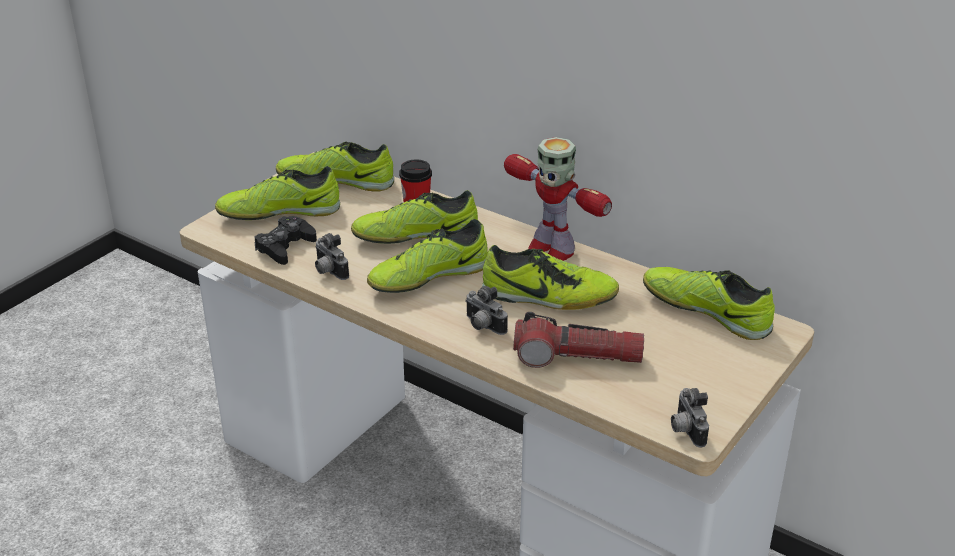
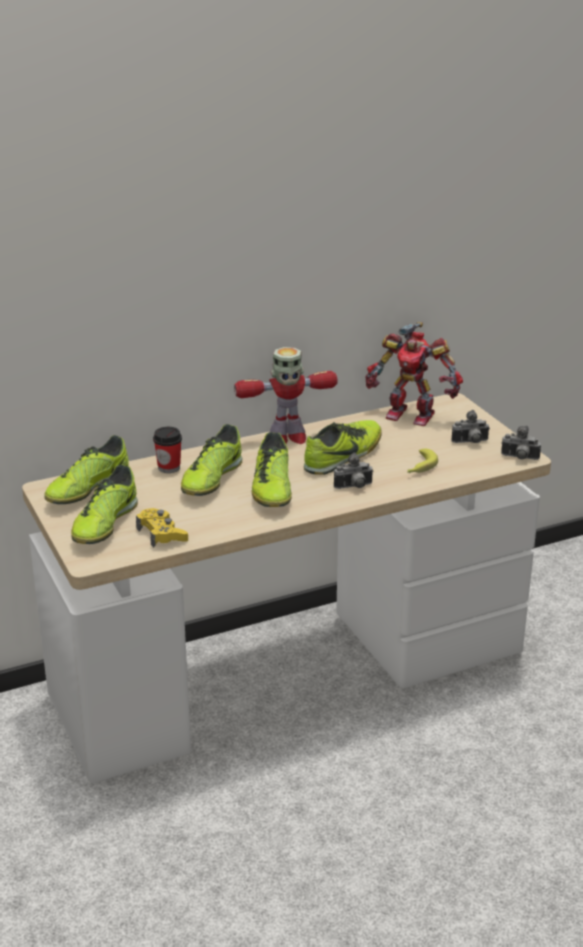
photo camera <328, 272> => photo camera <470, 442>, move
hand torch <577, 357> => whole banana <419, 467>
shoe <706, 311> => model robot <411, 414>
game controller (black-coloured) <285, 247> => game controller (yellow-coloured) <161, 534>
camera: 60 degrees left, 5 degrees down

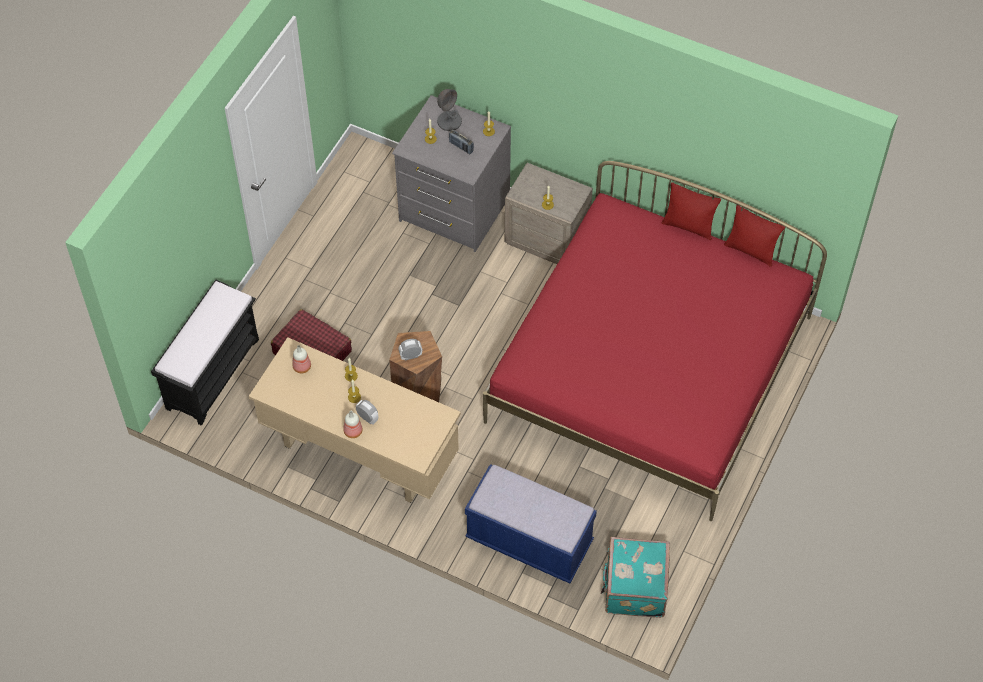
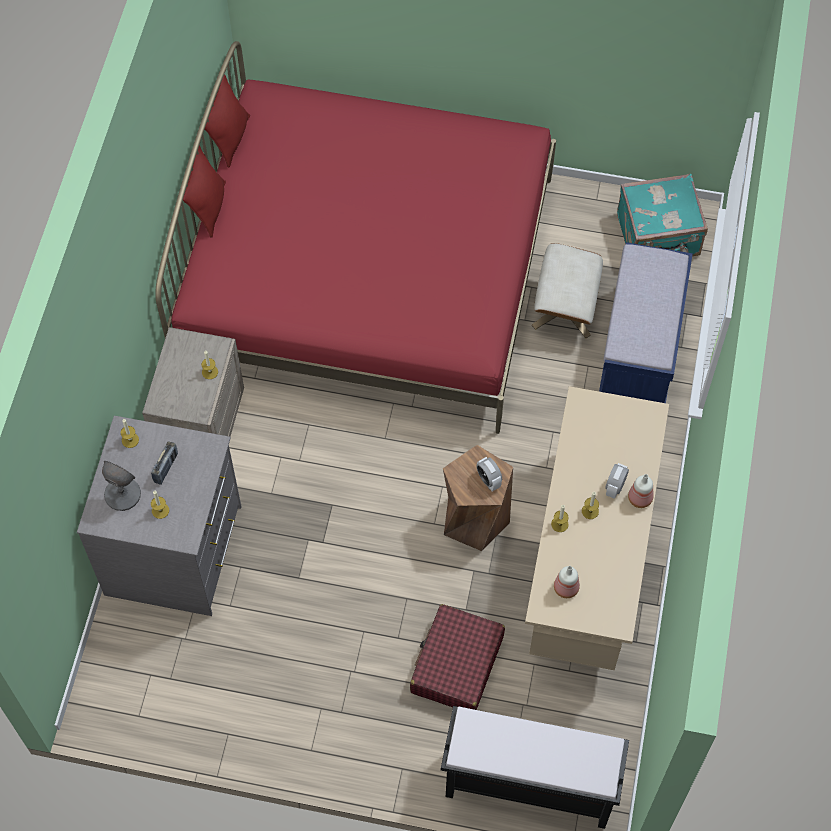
nothing => ottoman (beige) <564, 308>
camera: 105 degrees left, 5 degrees up

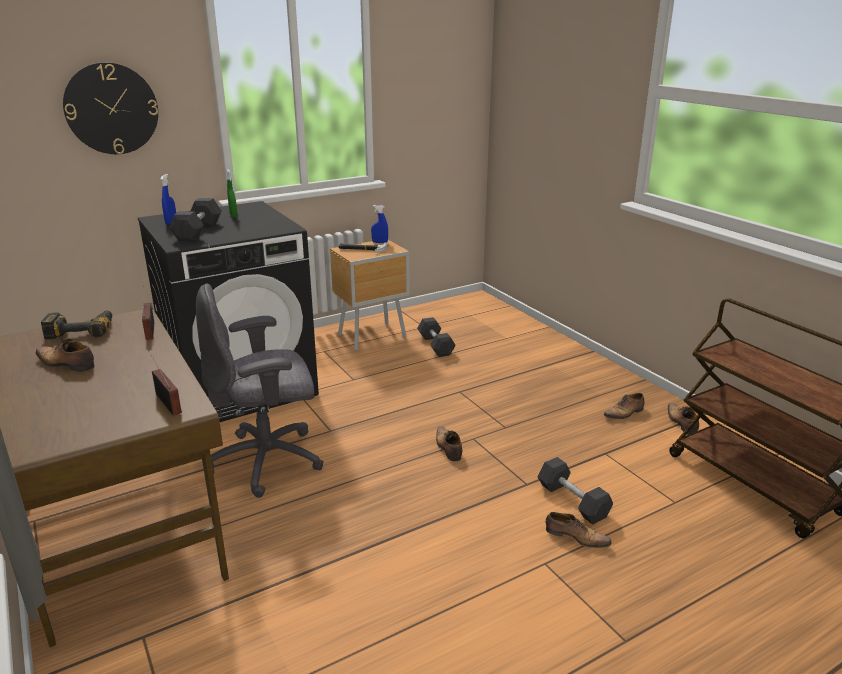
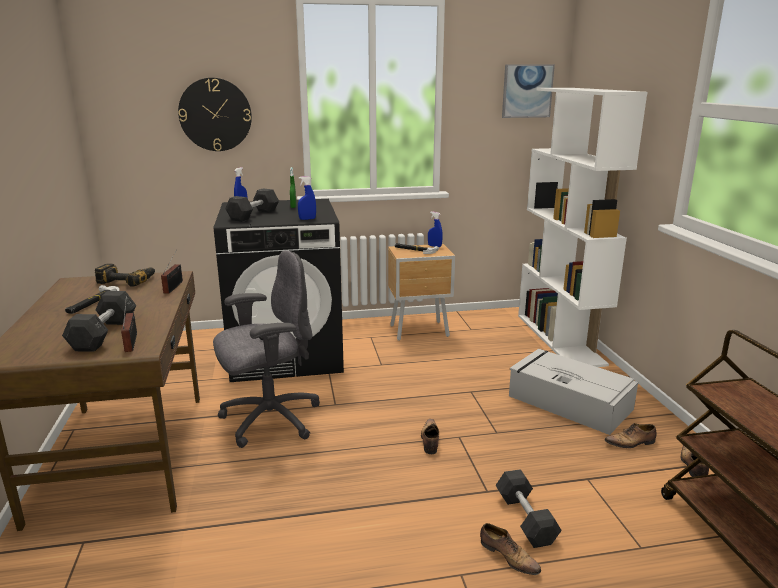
nothing => spray bottle (blue) <307, 219>
nothing => wall art <527, 91>
nothing => storage bin (greyish) <568, 402>
nothing => shelving unit (whitish) <560, 339>
dumbbell (greyish) <435, 345> => dumbbell (greyish) <104, 334>, move
shoe <66, 364> => hammer <92, 302>
office chair (greyish) <268, 461> => office chair (greyish) <269, 419>, 150 degrees clockwise
camera: 20 degrees right, 5 degrees down

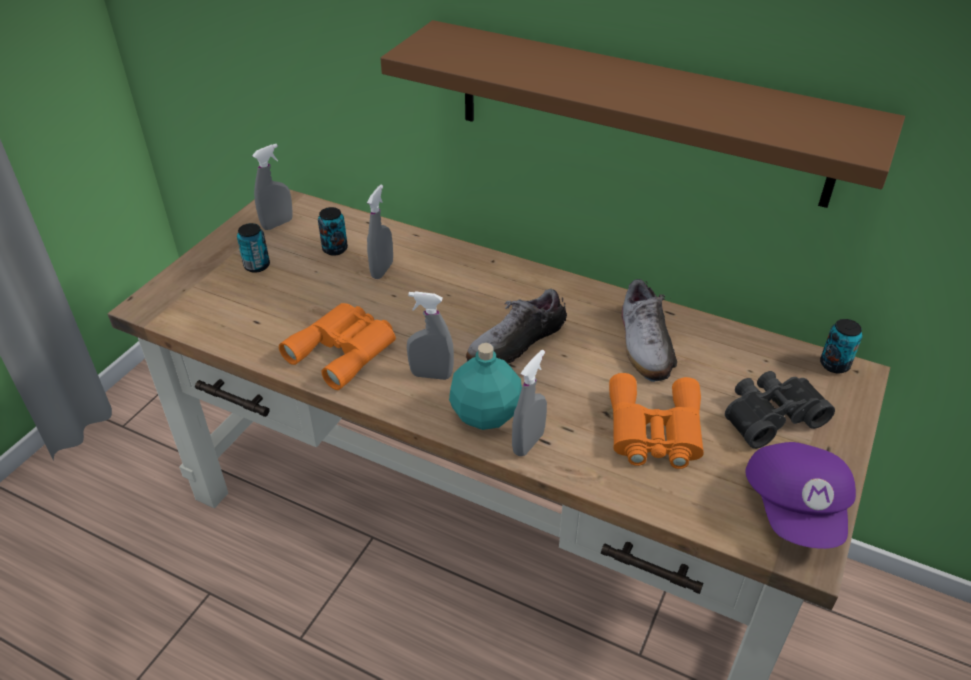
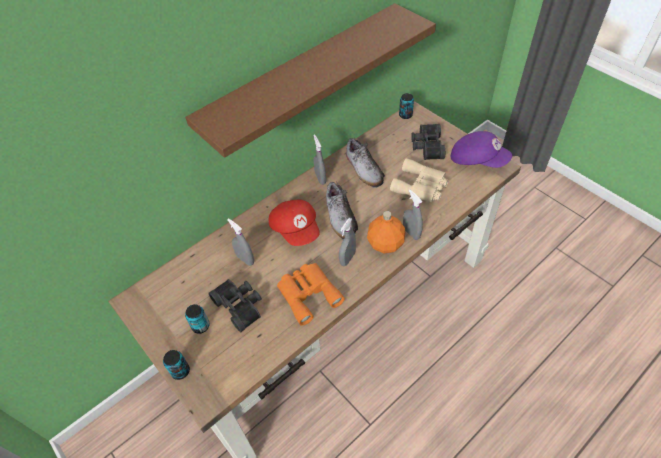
nothing => pair of binoculars (black-coloured) <240, 305>
nothing => cap (reddish) <296, 229>
spray bottle (greyish) <277, 224> => spray bottle (greyish) <320, 178>, move
metal can <335, 249> => metal can <180, 371>, move
drink bottle (turquoise) <484, 413> => drink bottle (orangey) <385, 244>
pair of binoculars (orangey) <654, 431> => pair of binoculars (beige) <421, 186>
shoe <644, 344> => shoe <364, 169>, 45 degrees clockwise
camera: 65 degrees left, 10 degrees up

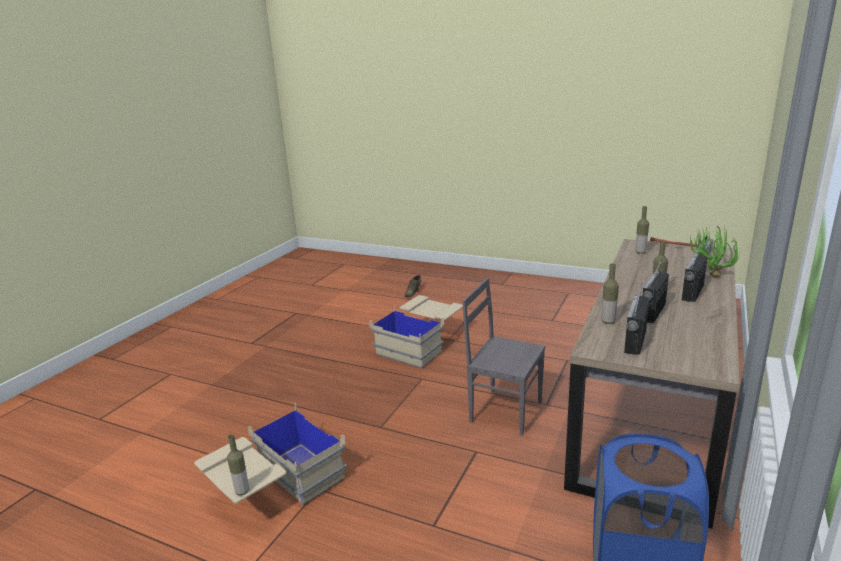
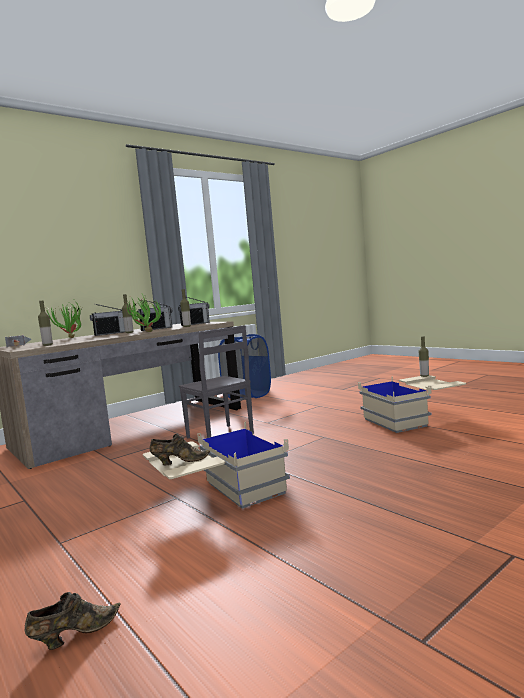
nothing => houseplant <144, 332>
nothing => shoe (brown) <179, 462>
camera: 155 degrees left, 15 degrees down

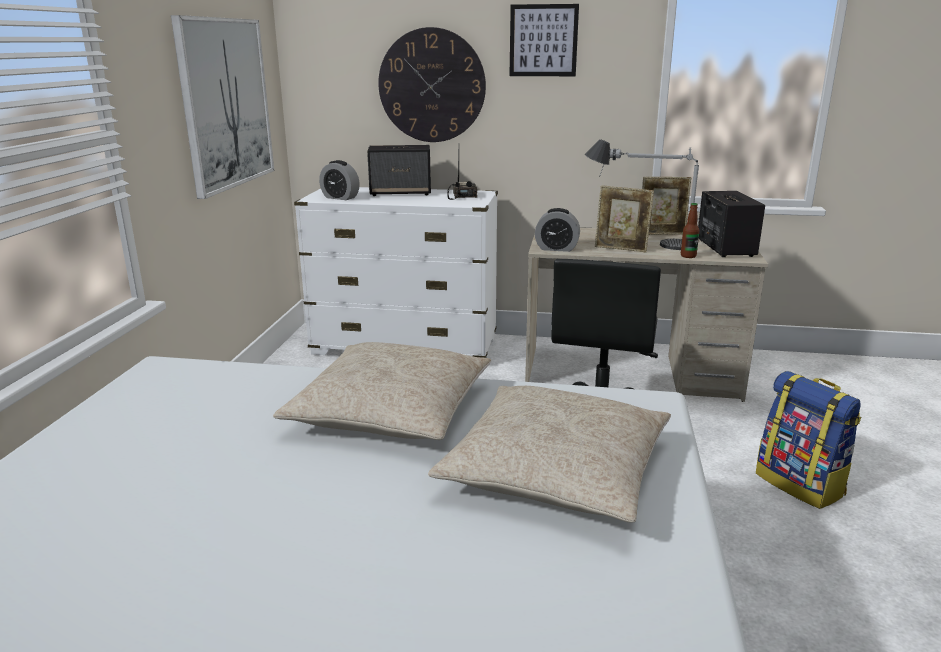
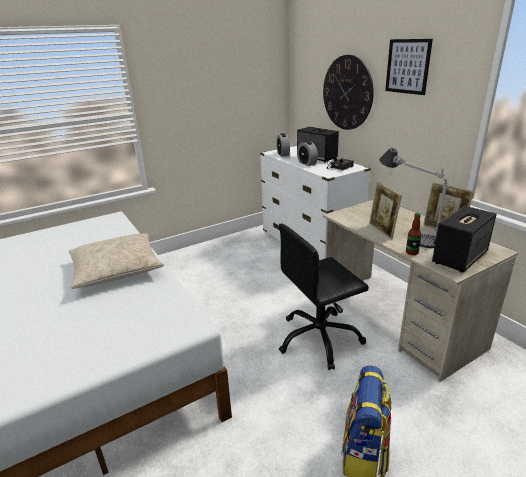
wall art <226, 104> => nothing
cushion (beige) <555, 470> => nothing
table clock <556, 248> => table clock <307, 163>, move
camera: 50 degrees right, 5 degrees up

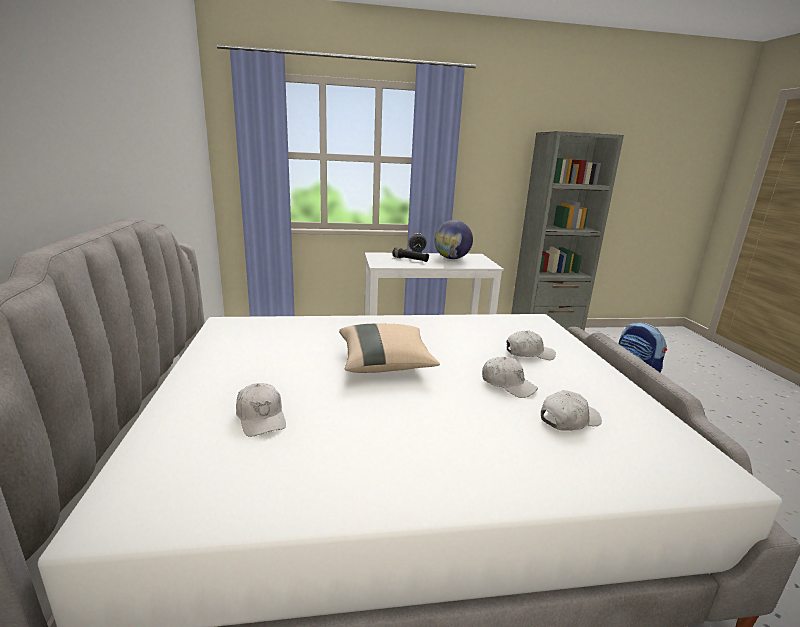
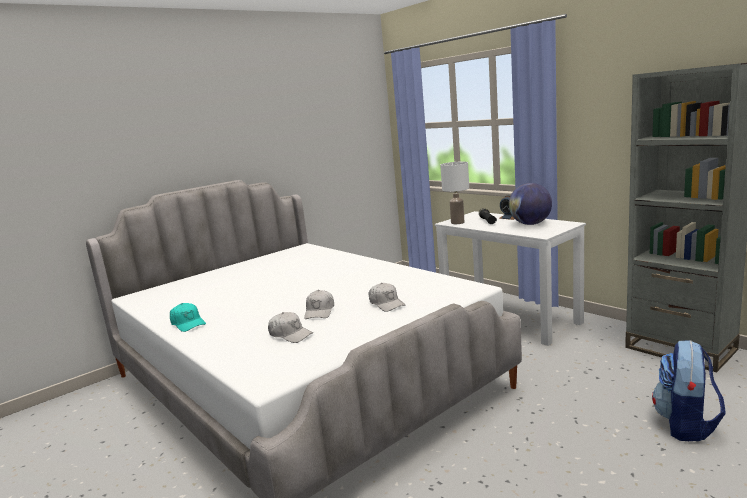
cap (whitish) <261, 417> => nothing
cushion (beige) <385, 363> => nothing
nothing => cap (turquoise) <188, 324>
nothing => table lamp (whitish) <458, 222>
camera: 60 degrees right, 5 degrees down

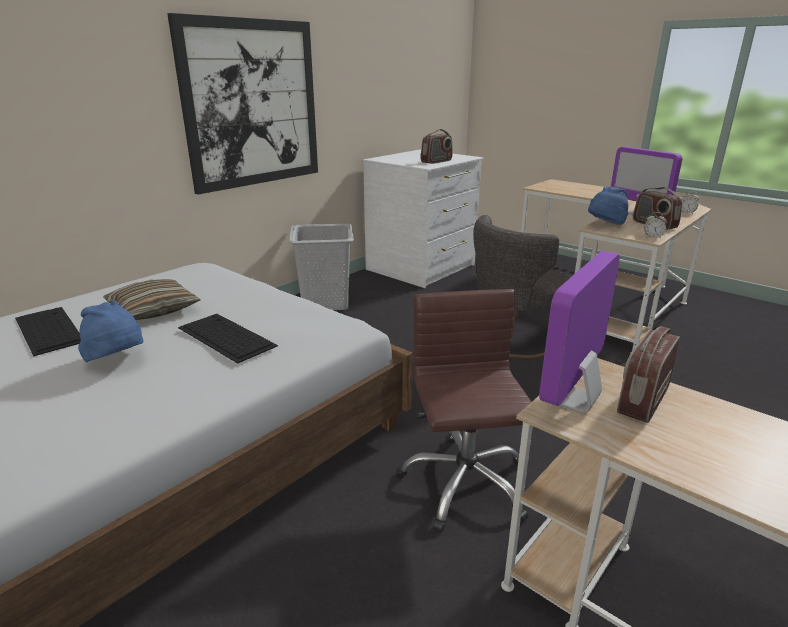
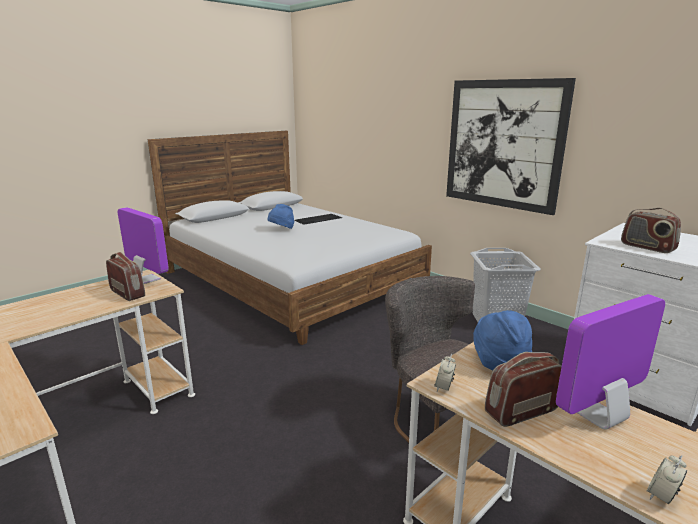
cushion <154, 310> => nothing
computer keyboard <225, 336> => nothing
office chair (brown) <464, 483> => nothing
camera: 95 degrees right, 5 degrees down

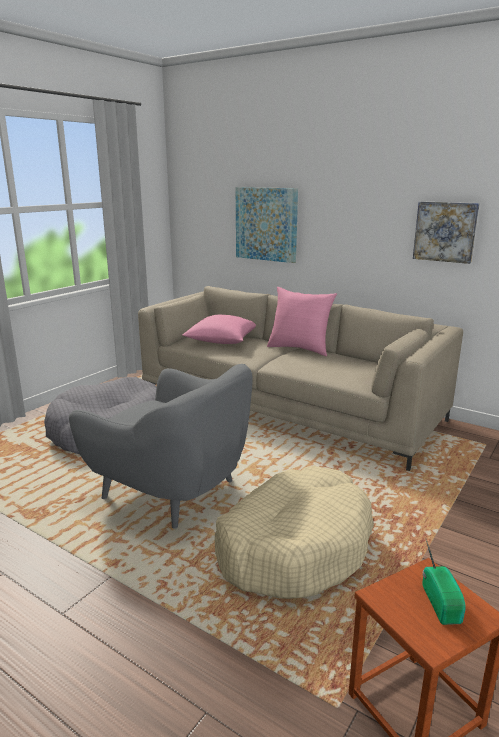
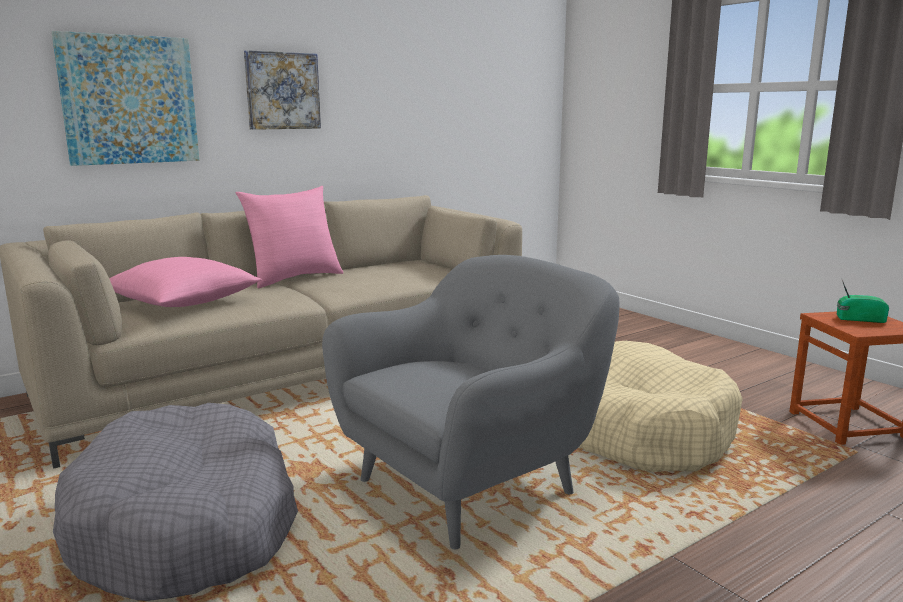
wall art <445, 231> => wall art <282, 91>, move
camera: 70 degrees left, 5 degrees down

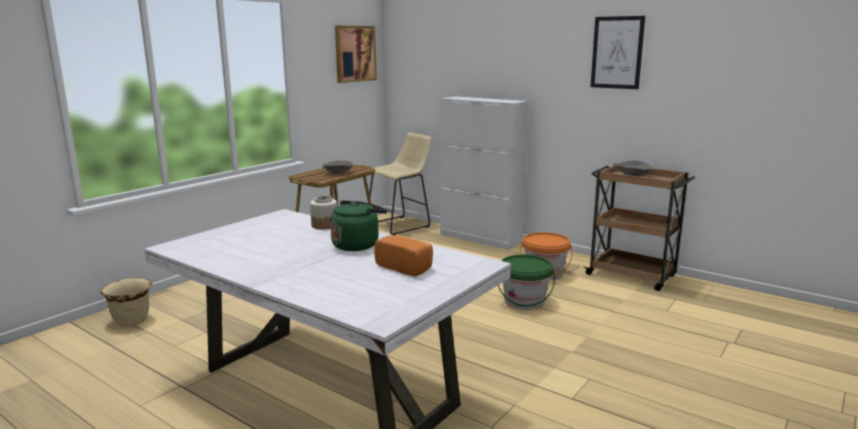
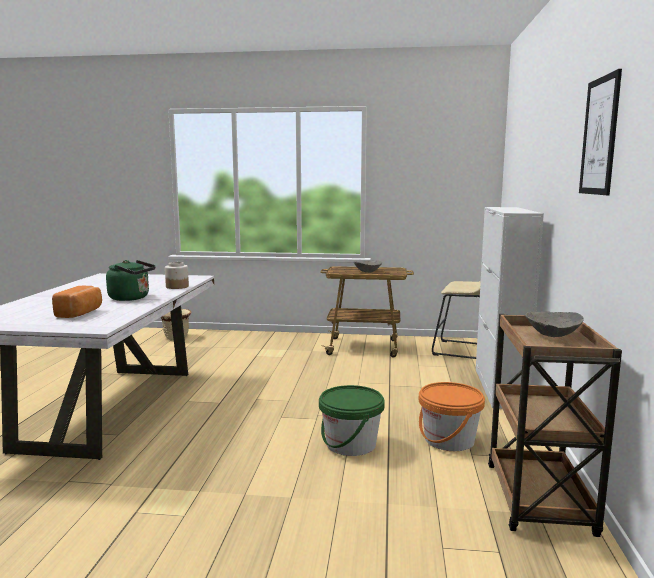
wall art <355, 54> => nothing
camera: 60 degrees right, 5 degrees down

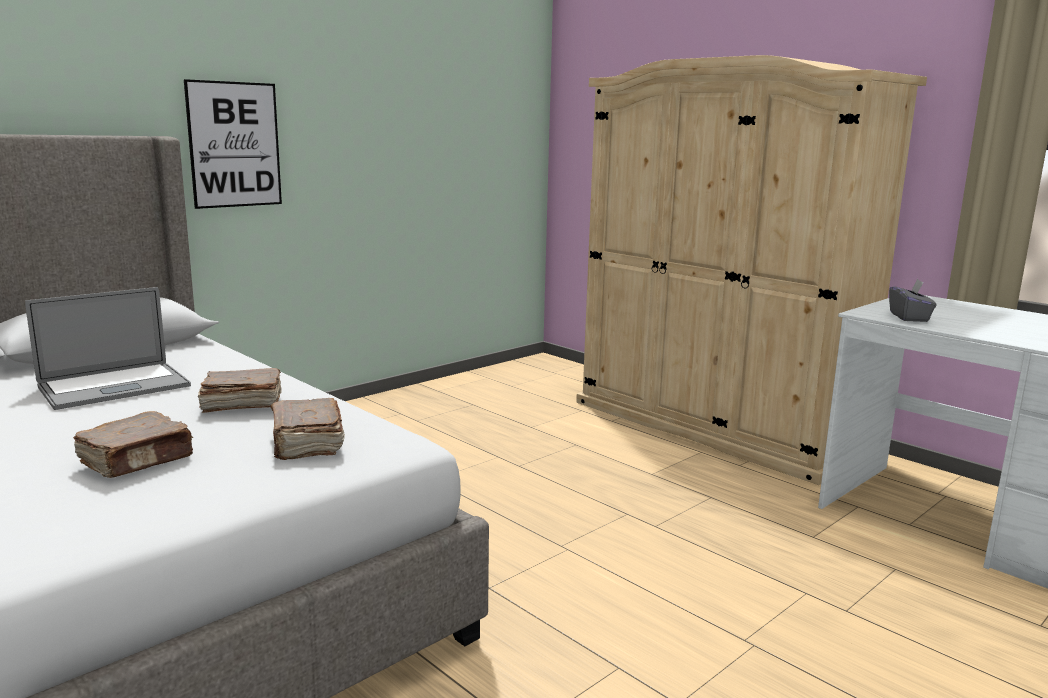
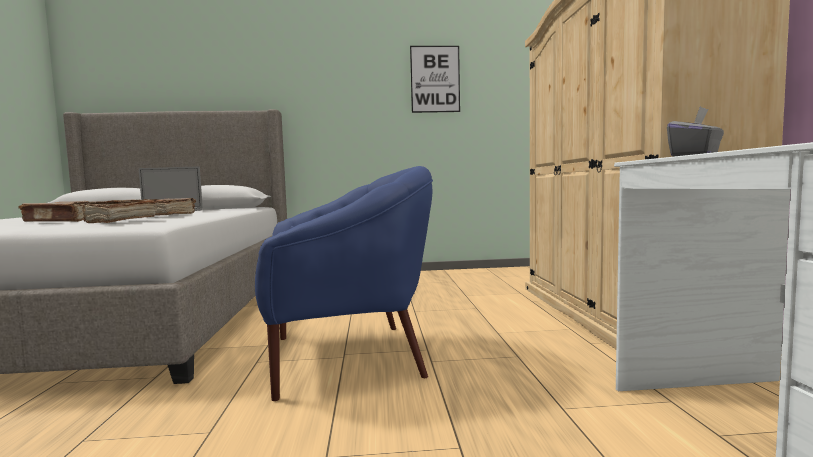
nothing => lounge chair (blue) <347, 356>
wall art <234, 145> => wall art <435, 79>, move
camera: 40 degrees right, 10 degrees down

